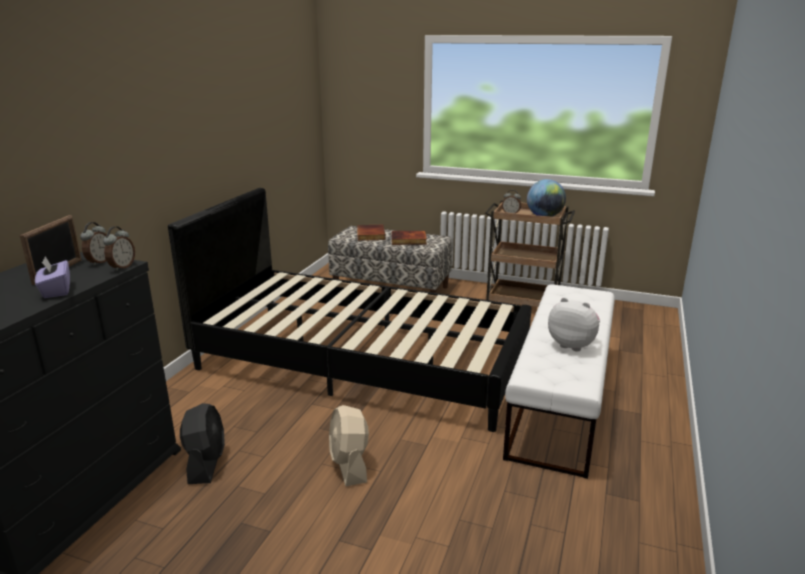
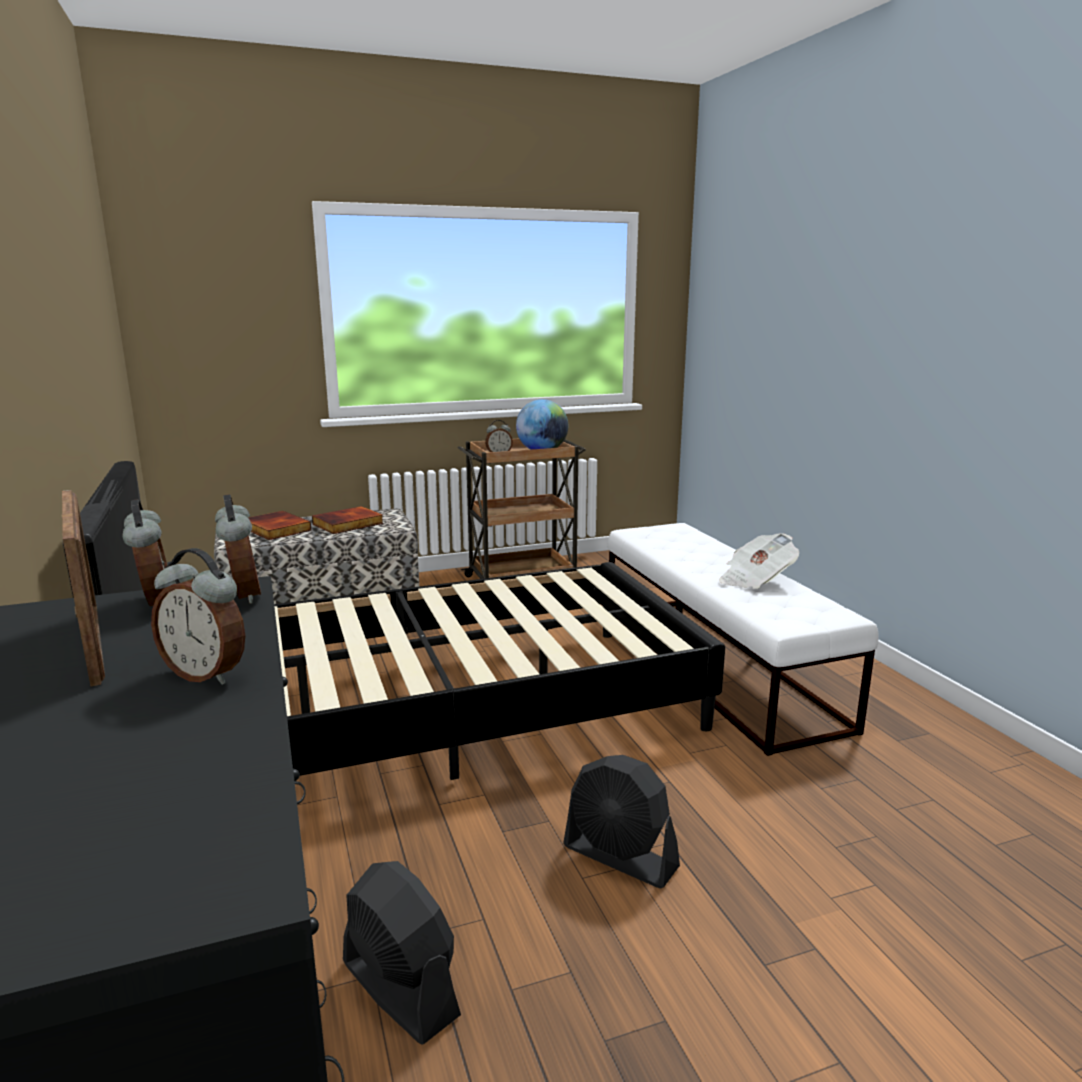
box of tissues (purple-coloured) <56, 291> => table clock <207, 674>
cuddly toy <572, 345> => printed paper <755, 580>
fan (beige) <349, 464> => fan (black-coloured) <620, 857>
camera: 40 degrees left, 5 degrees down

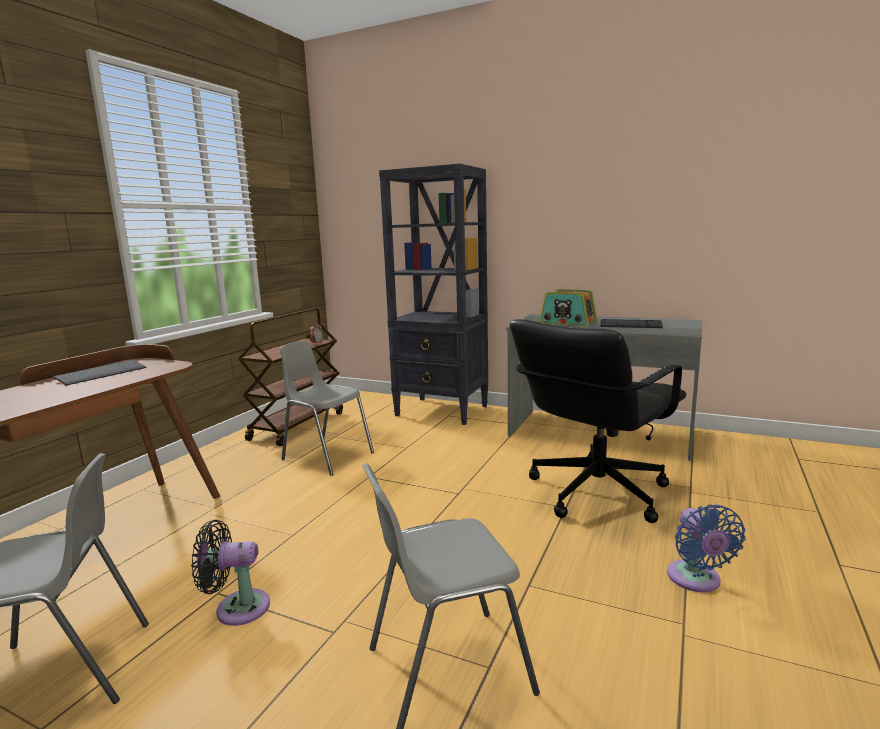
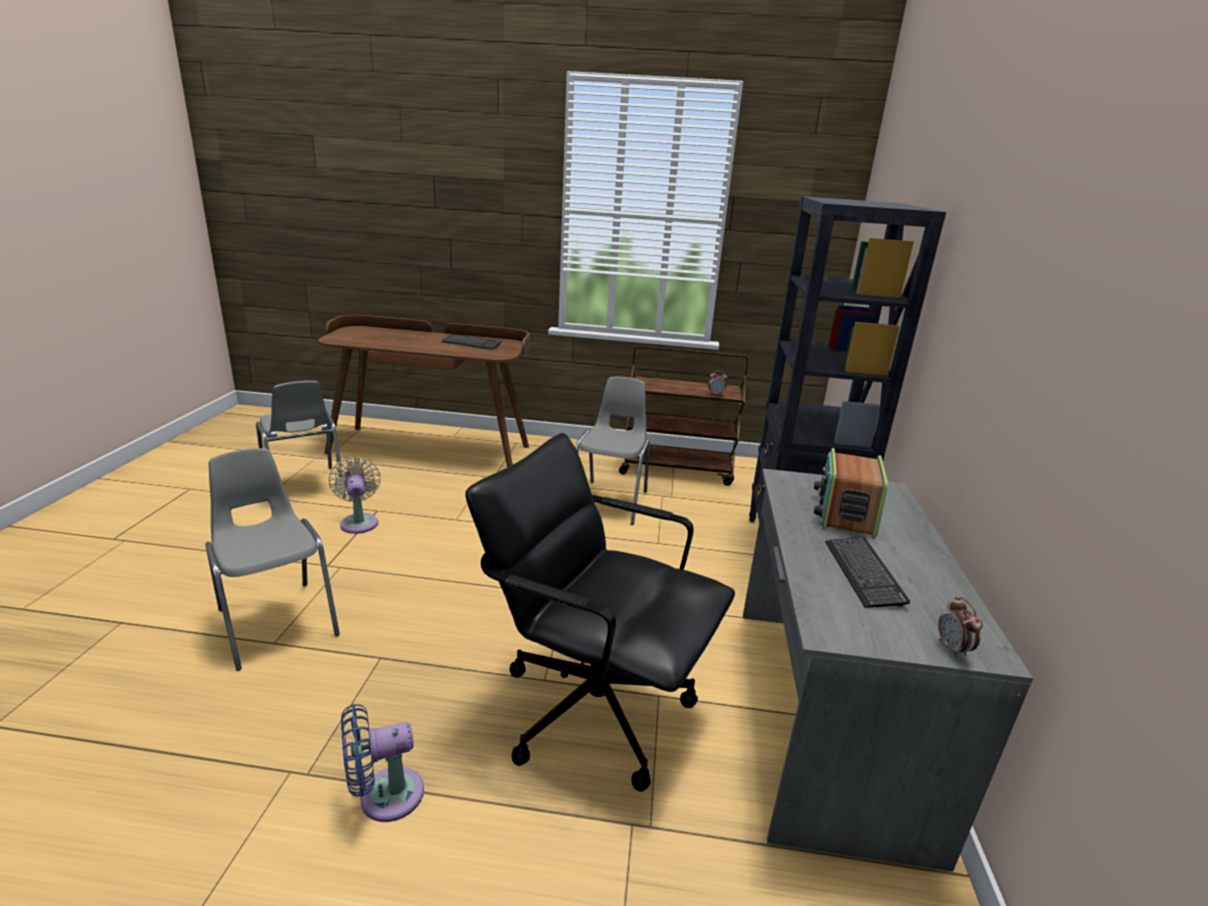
nothing => table clock <952, 649>
fan (black-coloured) <237, 608> => fan (beige) <359, 522>
camera: 70 degrees right, 10 degrees up

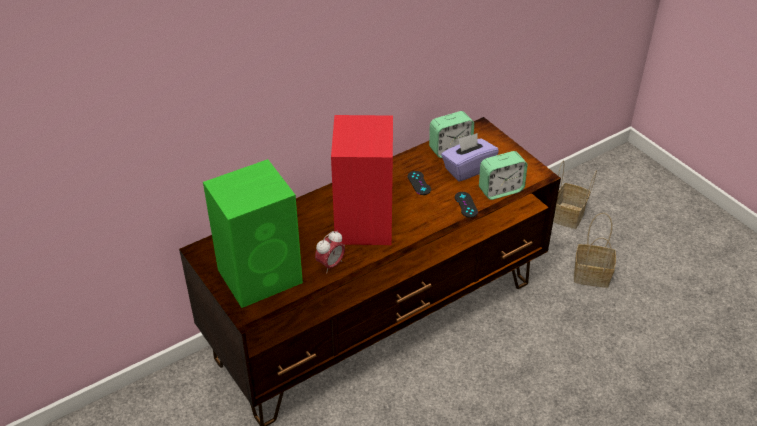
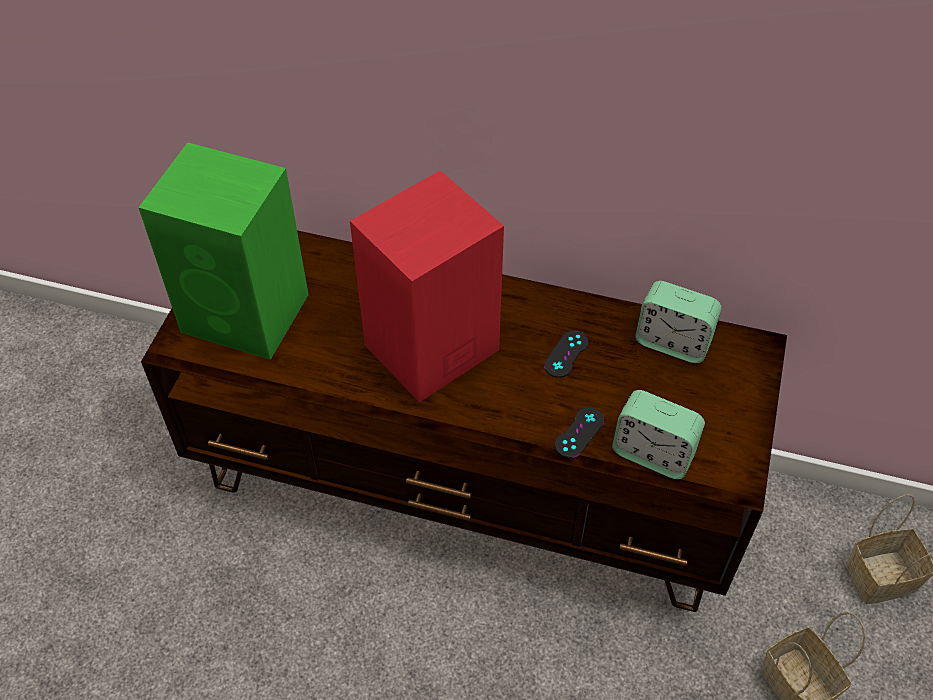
table clock <330, 265> => nothing
box of tissues (purple-coloured) <468, 169> => nothing
camera: 50 degrees right, 10 degrees up

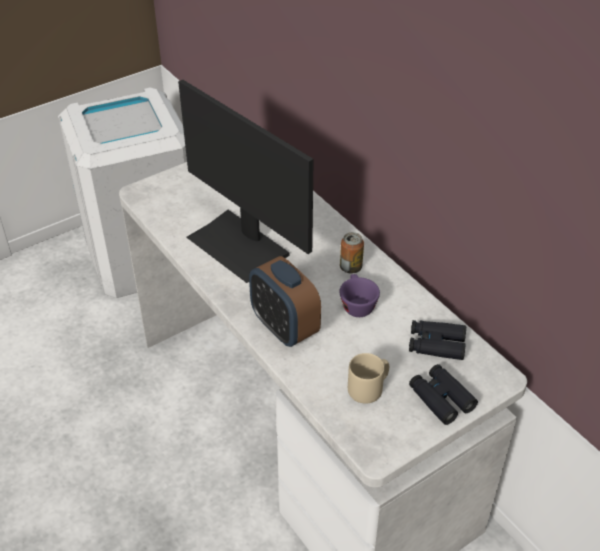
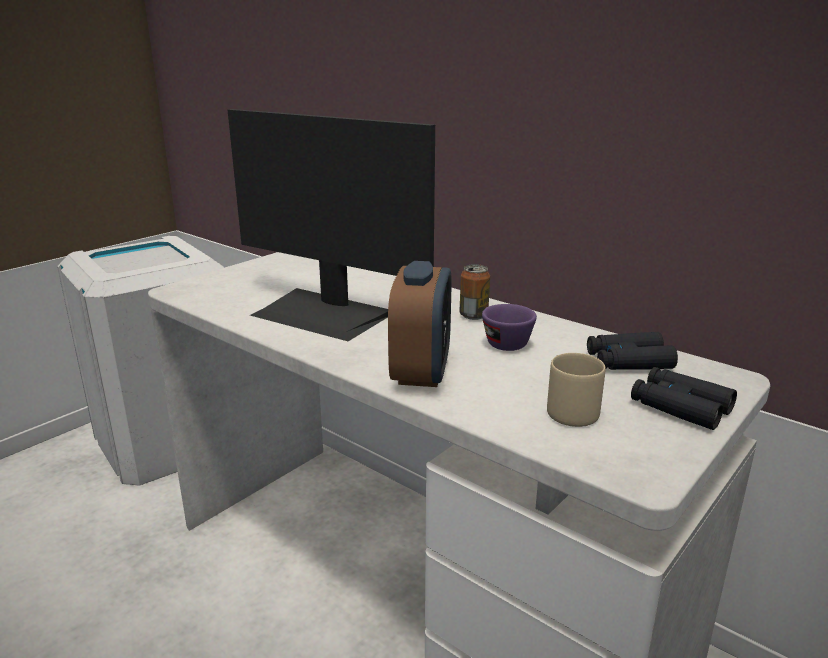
table clock <284, 328> => table clock <421, 372>, 120 degrees counterclockwise
camera: 15 degrees left, 20 degrees down

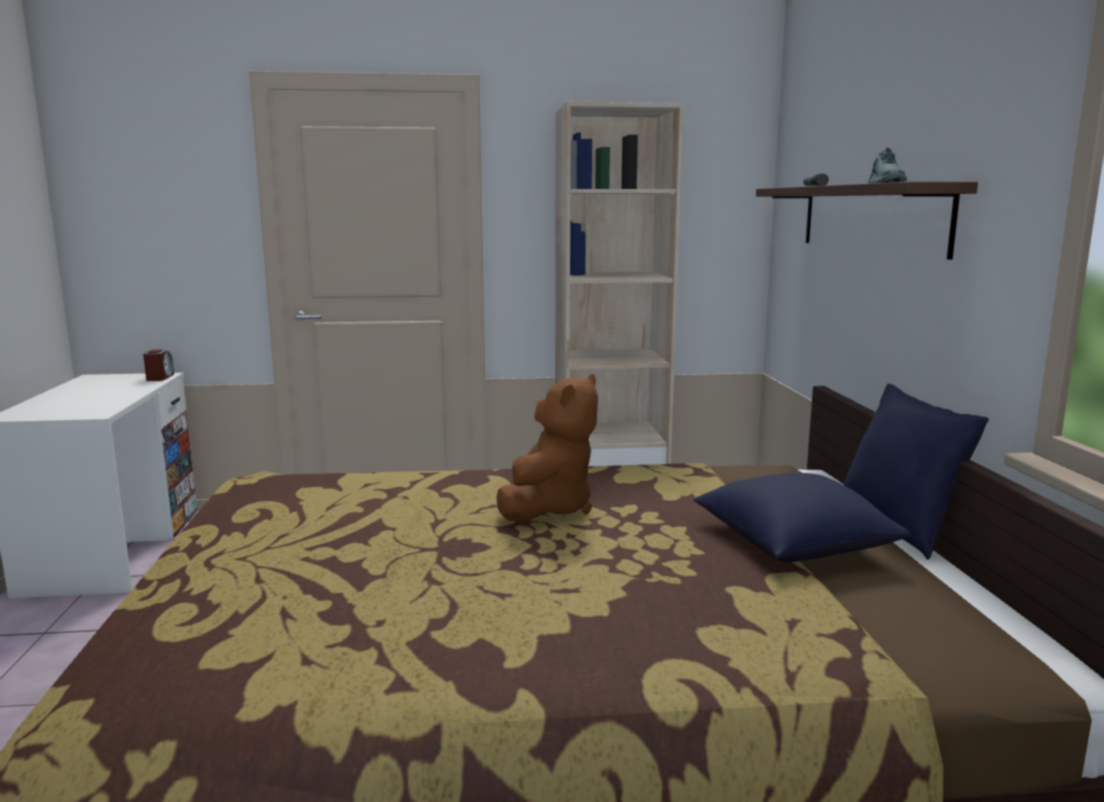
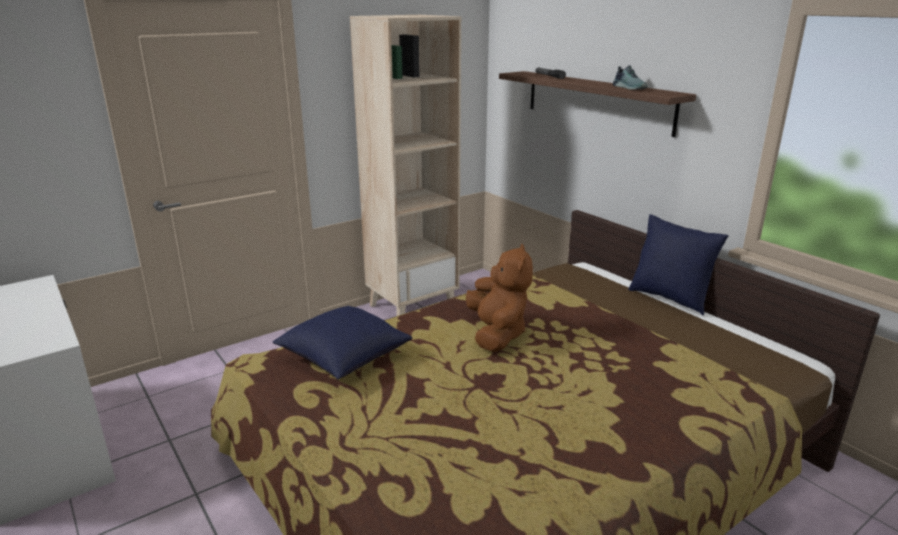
table clock <160, 377> => nothing
cushion (blue) <793, 547> => cushion (blue) <344, 358>, move
camera: 30 degrees left, 10 degrees up

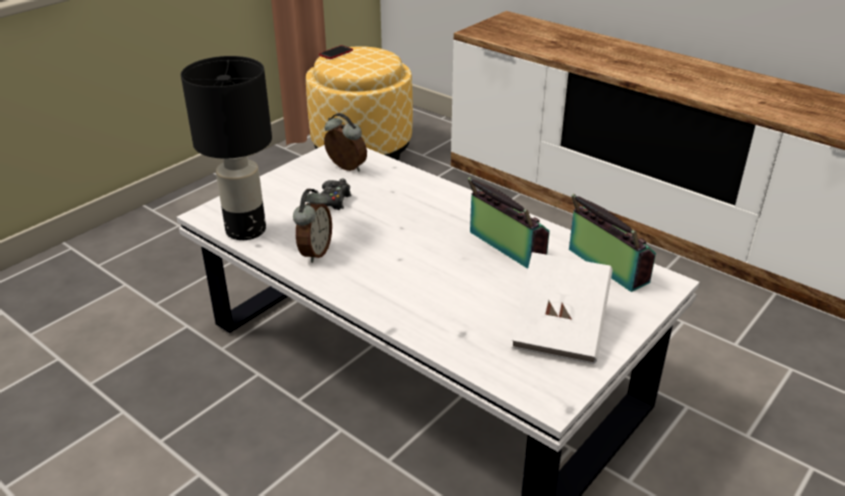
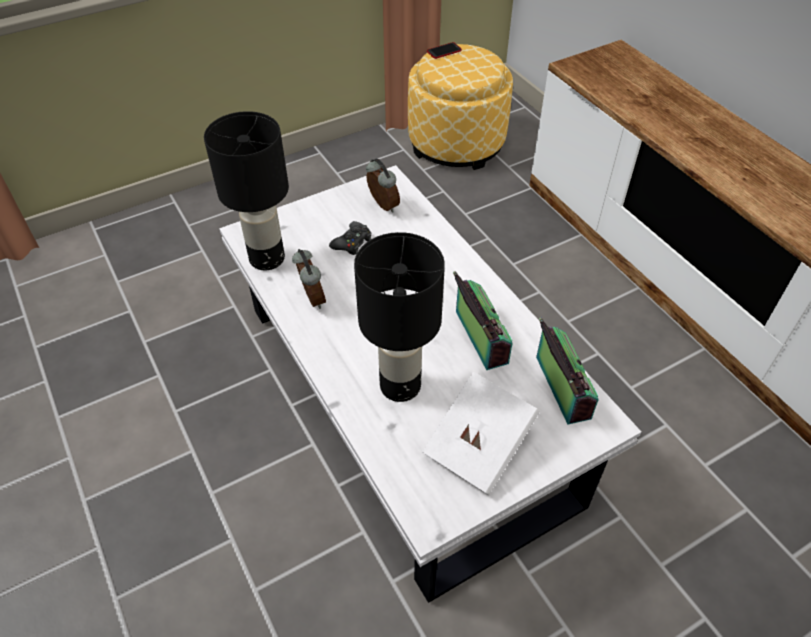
nothing => table lamp (black-coloured) <399, 386>
table clock <314, 252> => table clock <311, 299>, 60 degrees counterclockwise
camera: 20 degrees right, 15 degrees up

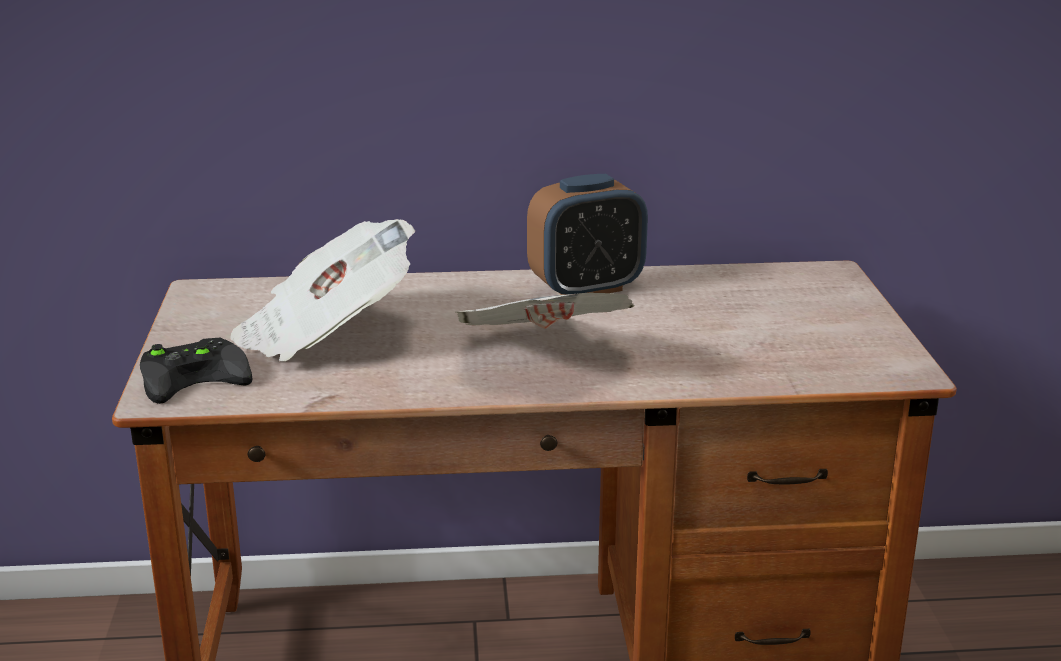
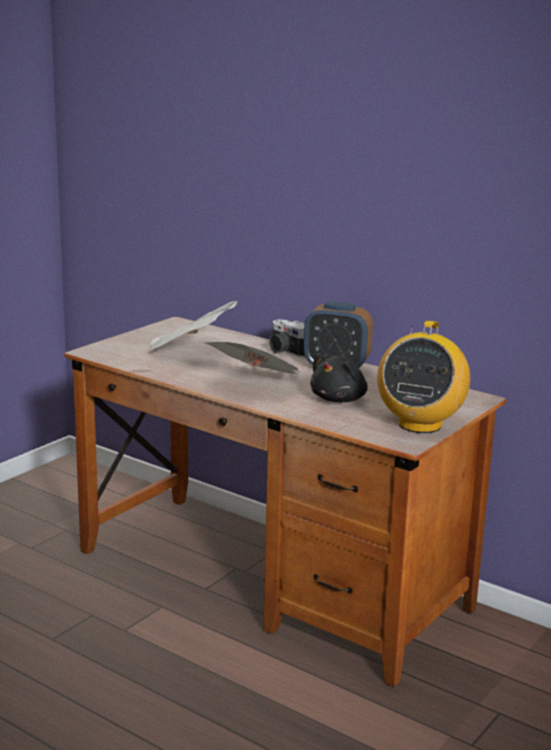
game controller (black-coloured) <196, 375> => nothing
nothing => photo camera <286, 351>
nothing => cuddly toy (black-coloured) <340, 399>
nothing => radio <419, 424>
camera: 40 degrees right, 5 degrees down

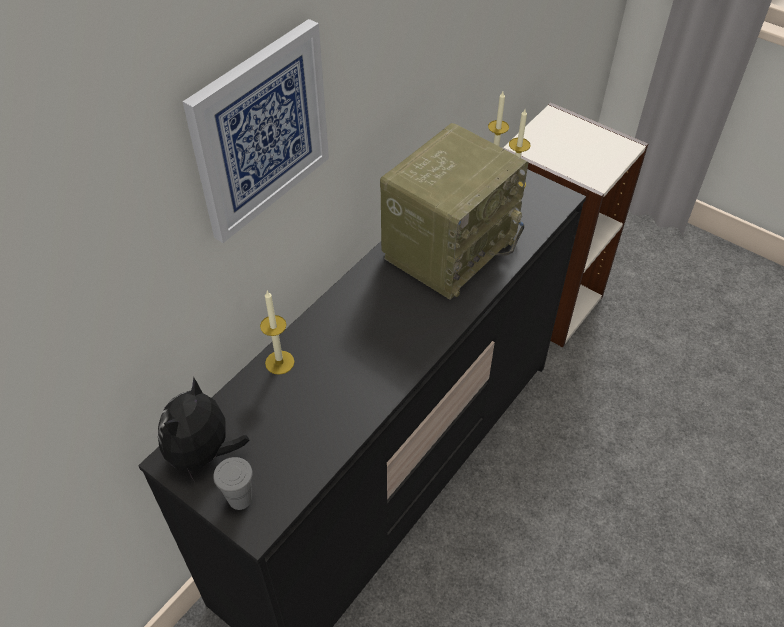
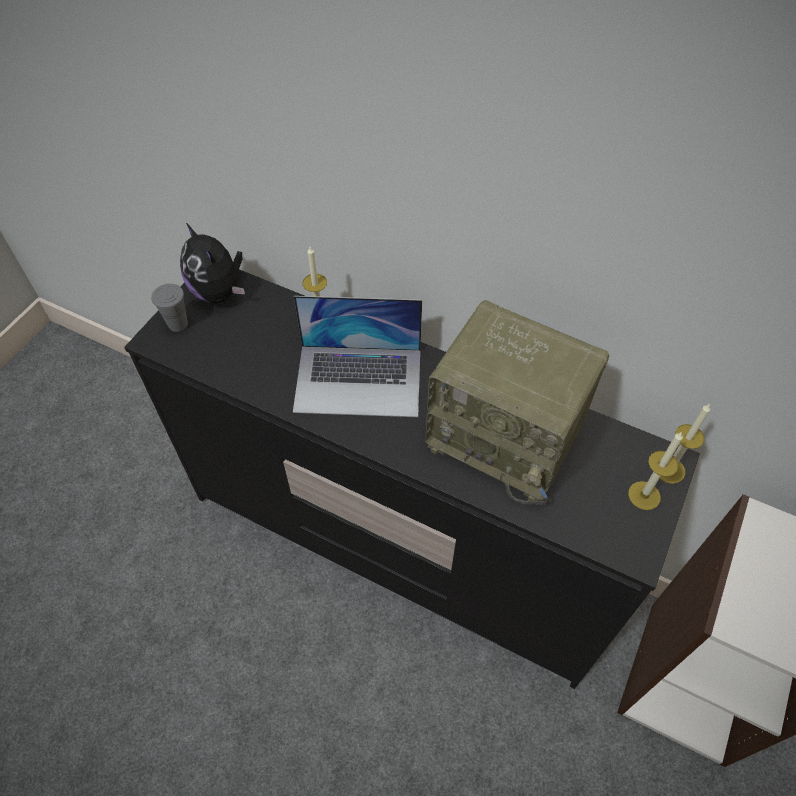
wall art <260, 131> => nothing
nothing => portable computer <359, 380>
cuddly toy <204, 454> => cuddly toy <219, 292>, 135 degrees counterclockwise
camera: 80 degrees right, 5 degrees up

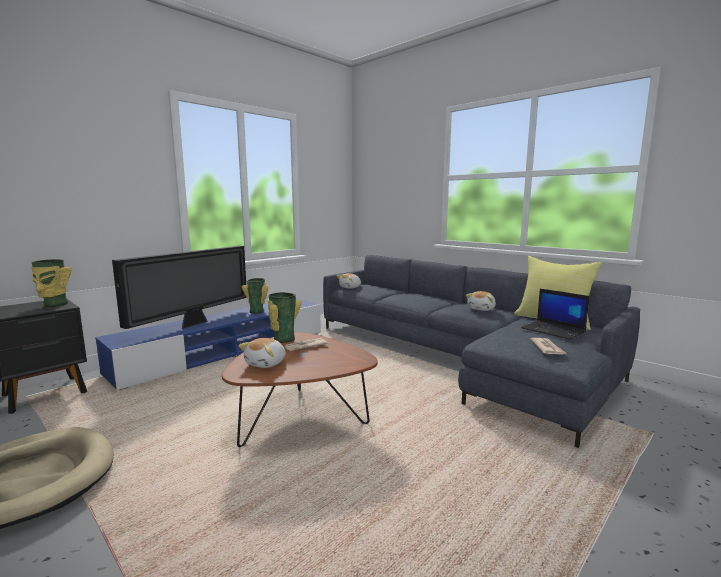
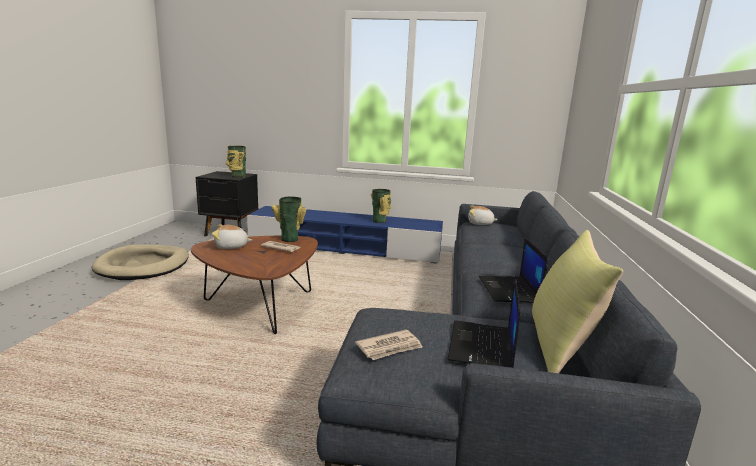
television <194, 324> => nothing
cuddly toy <482, 309> => portable computer <509, 290>
camera: 55 degrees right, 5 degrees up

